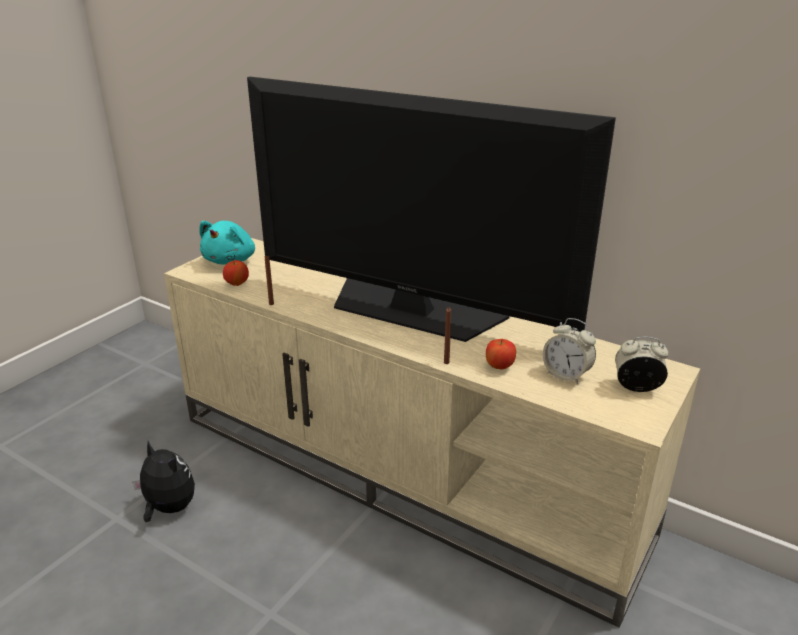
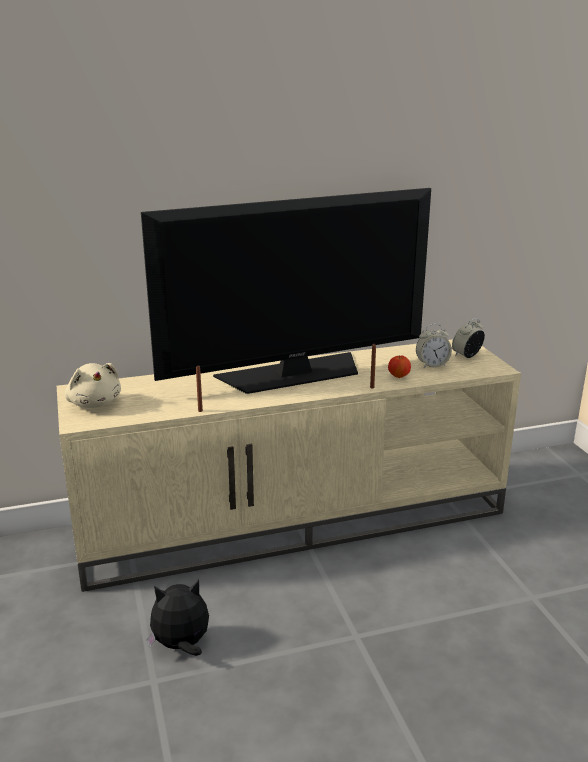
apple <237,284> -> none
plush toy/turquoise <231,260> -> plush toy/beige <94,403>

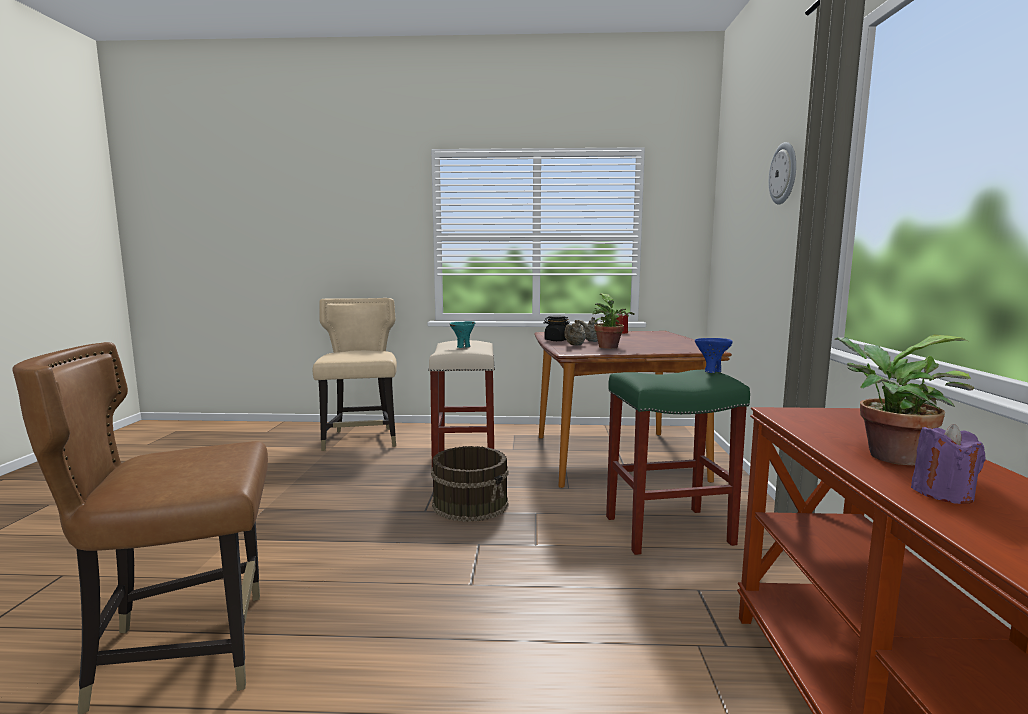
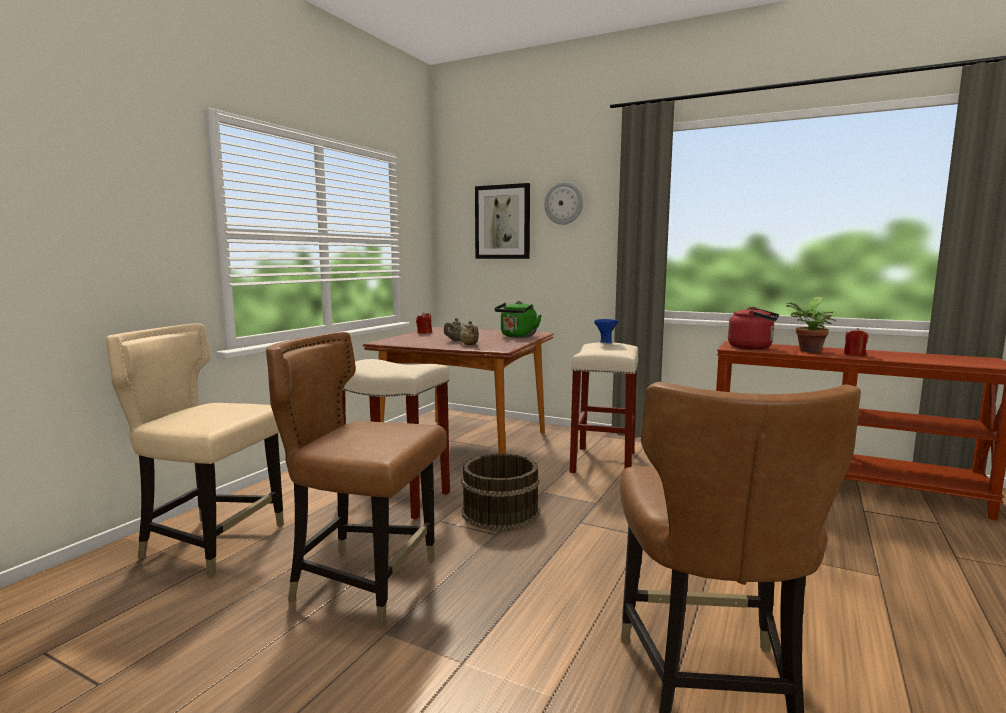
bowl/turquoise <463,347> -> none
jar/black <556,340> -> none
potted plant <609,347> -> none
none -> chair/brown <364,581>
none -> picture <502,222>
none -> kettle/green <517,336>
none -> kettle/red <753,347>
stool/green <667,531> -> stool/beige <604,462>
candle/purple <942,493> -> candle/red <854,355>

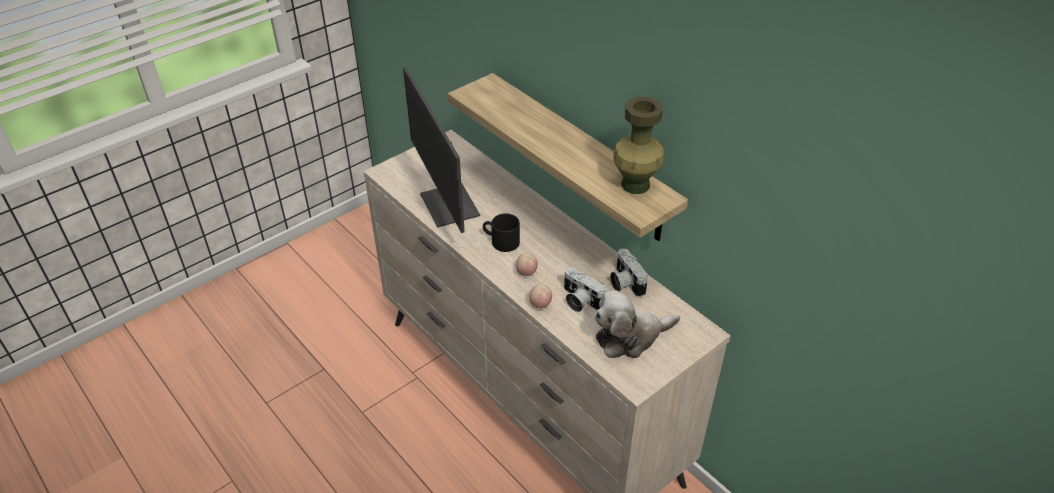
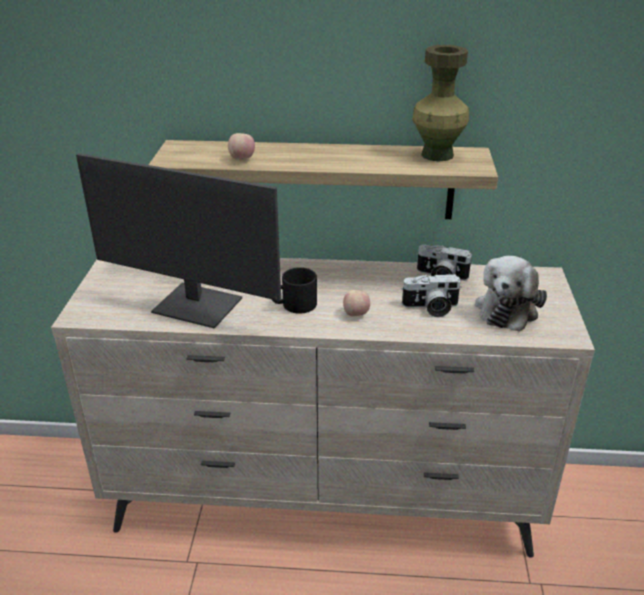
apple <540,304> -> apple <242,160>, shifted

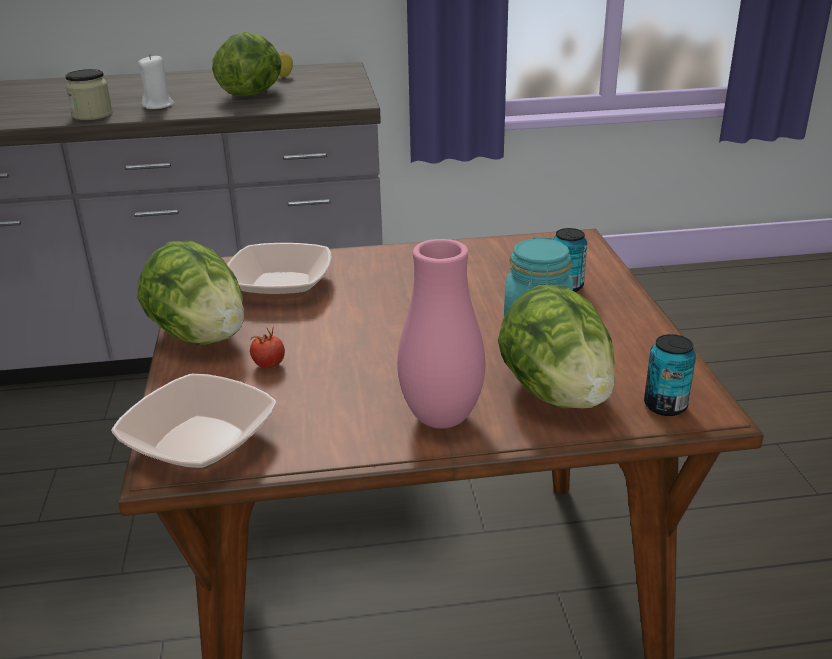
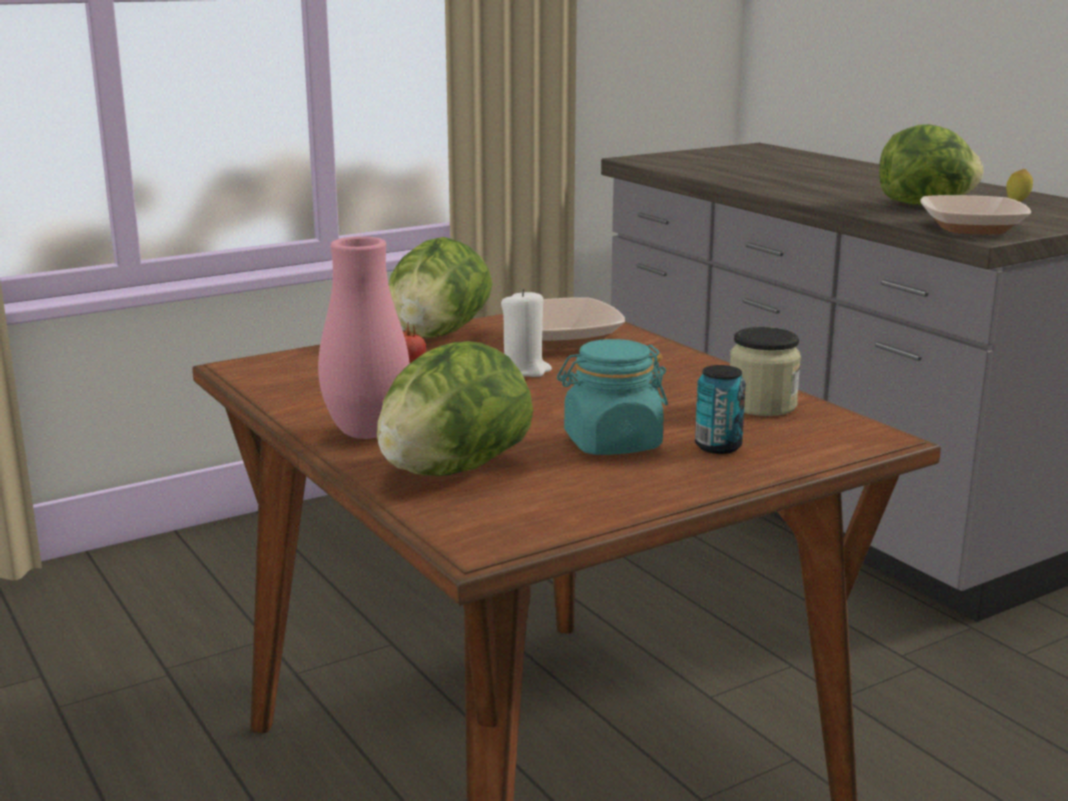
can <665,406> -> none
jar <92,115> -> jar <762,405>, shifted
bowl <200,442> -> bowl <971,228>, shifted
candle/white <158,105> -> candle/white <524,370>, shifted

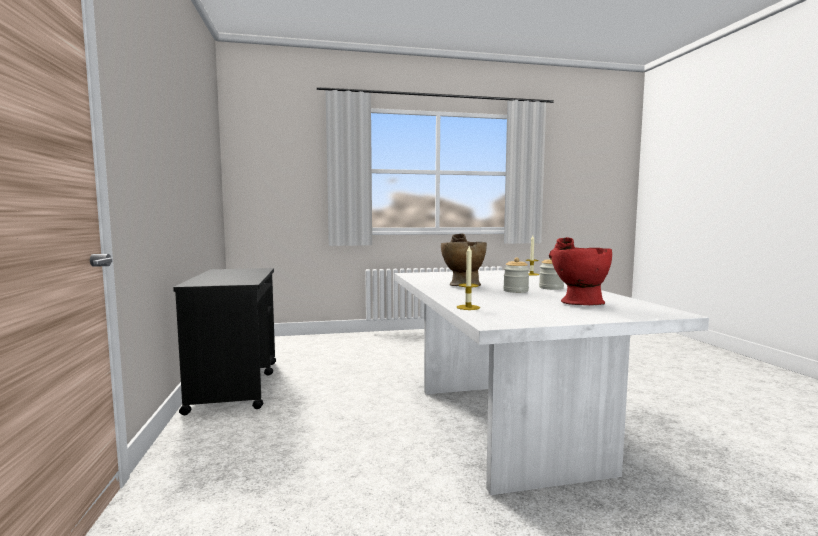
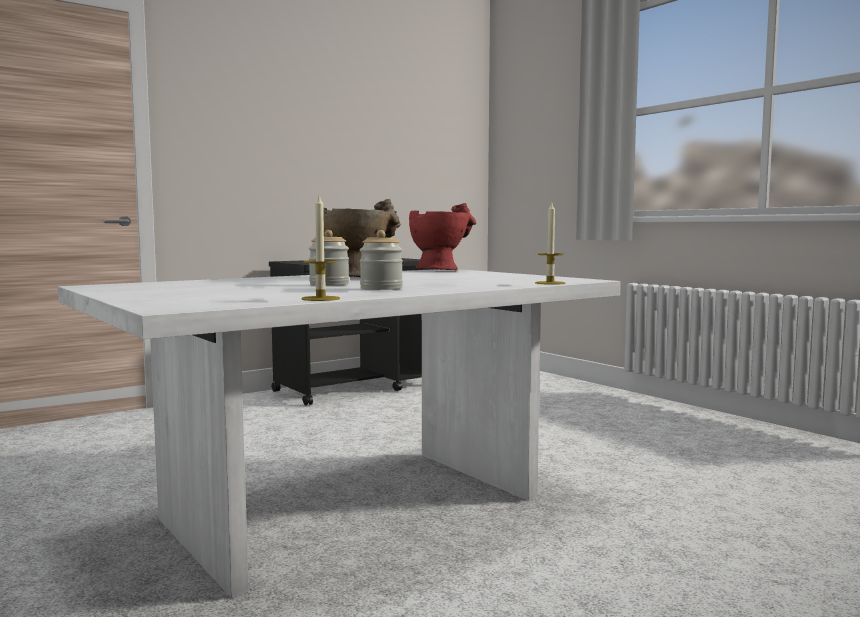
candle <468,307> -> candle <320,299>, shifted
vase/red <575,303> -> vase/red <441,270>, shifted

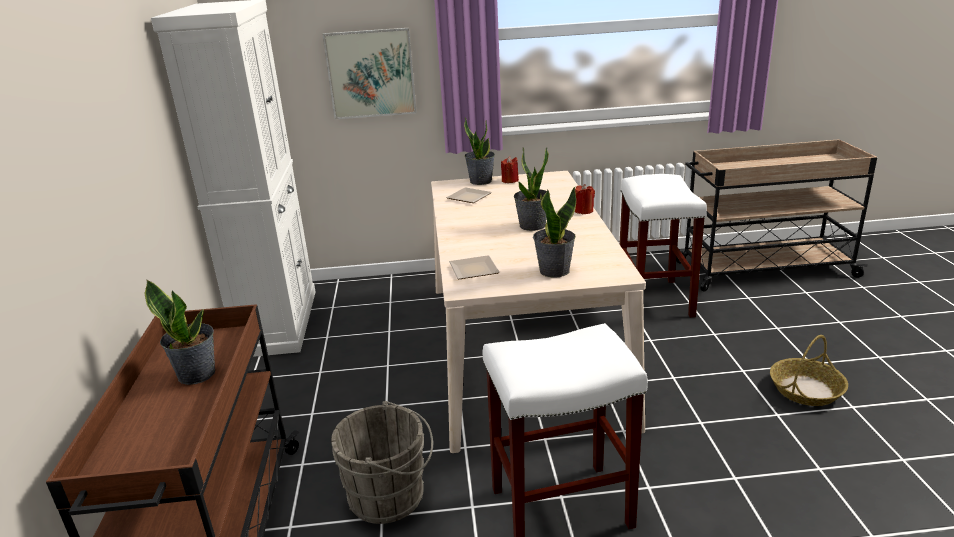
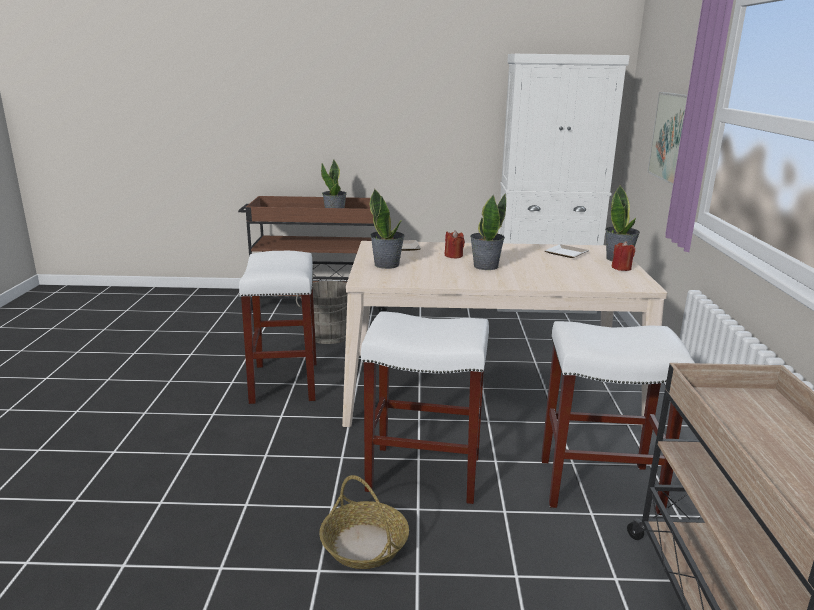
none -> stool/white <422,473>
candle/red <583,211> -> candle/red <453,255>, shifted

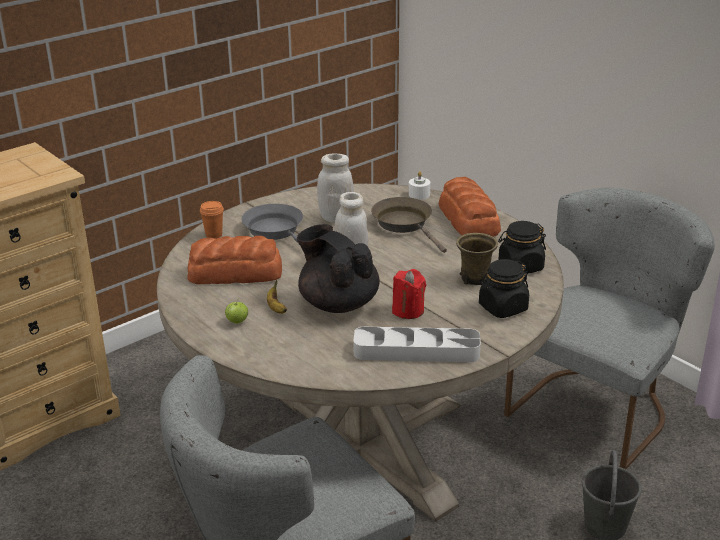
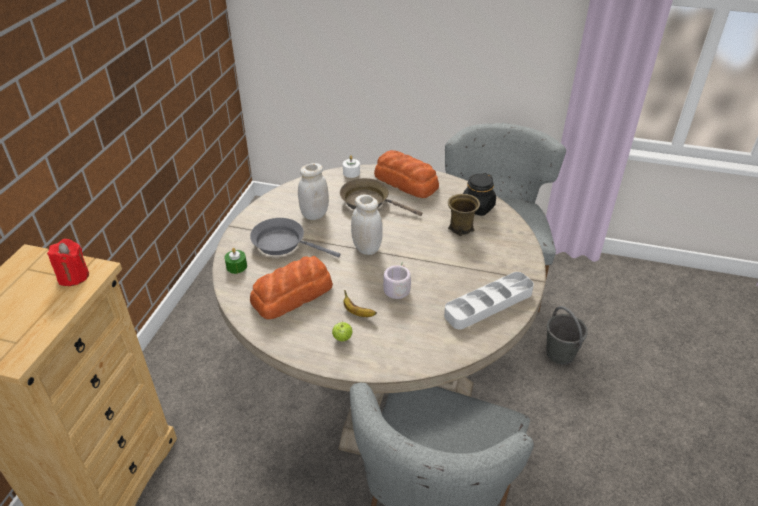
jar/black <502,308> -> none
candle/red <408,310> -> candle/red <73,276>, shifted
cup/orange <214,235> -> candle/green <236,266>
teapot/black <338,303> -> mug/grey <396,288>

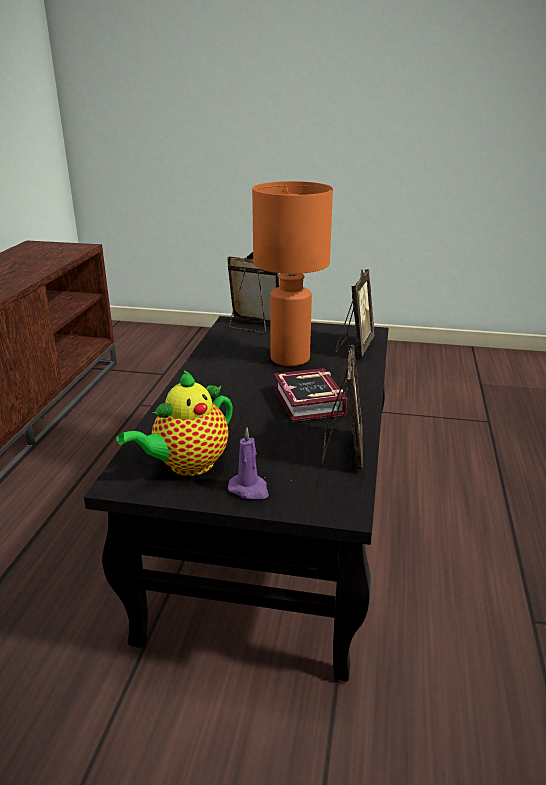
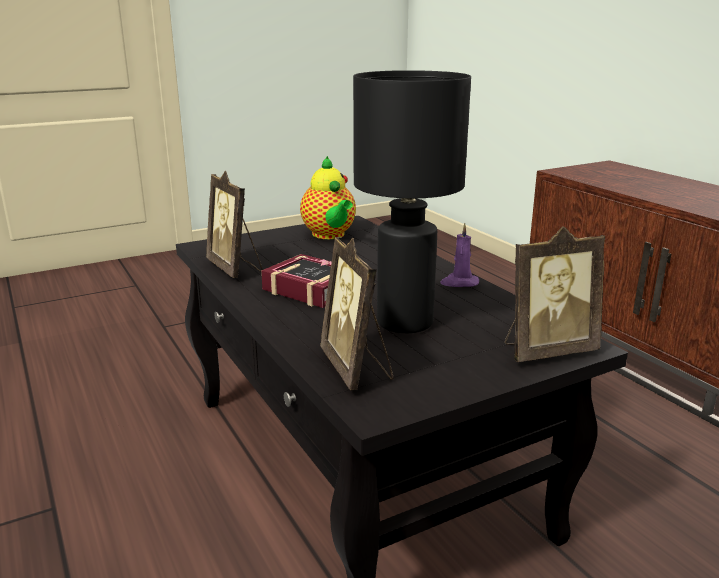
candle/purple <249,489> -> candle/purple <459,283>, shifted
table lamp/orange <289,359> -> table lamp/black <404,321>
teapot <187,465> -> teapot <329,235>, 150 degrees clockwise

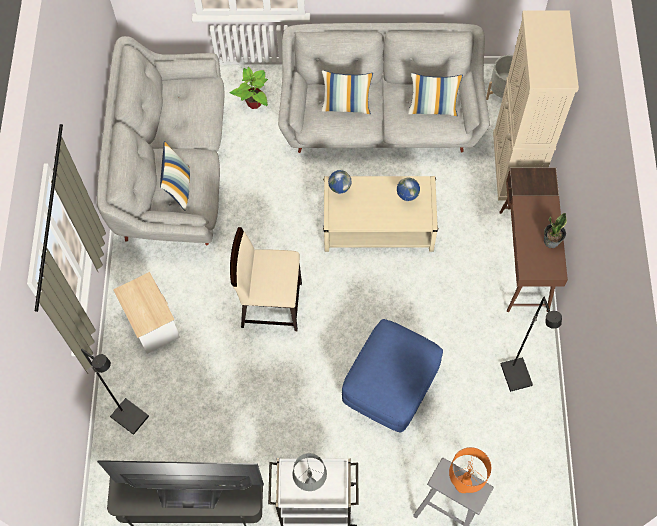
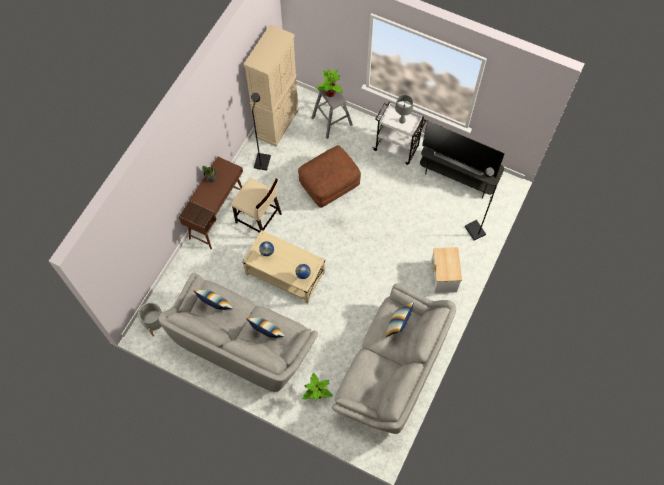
chair/beige <270,304> -> chair/beige <259,219>, shifted
cabinet/beige <515,166> -> cabinet/beige <277,123>, shifted
table lamp/orange <463,484> -> potted plant <330,93>
ottoman/blue <390,386> -> ottoman/brown <329,185>

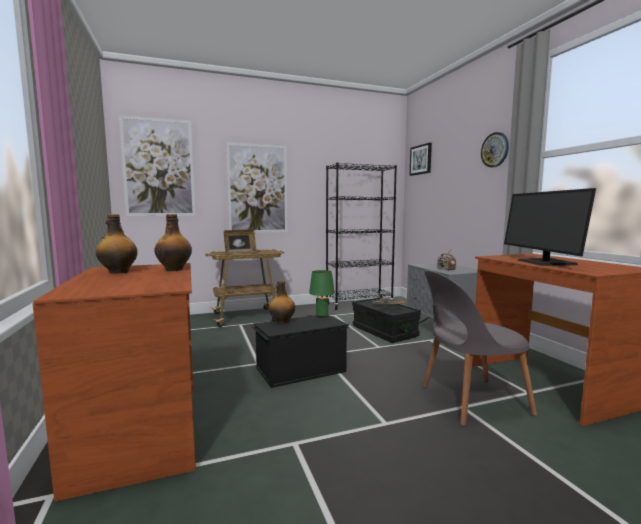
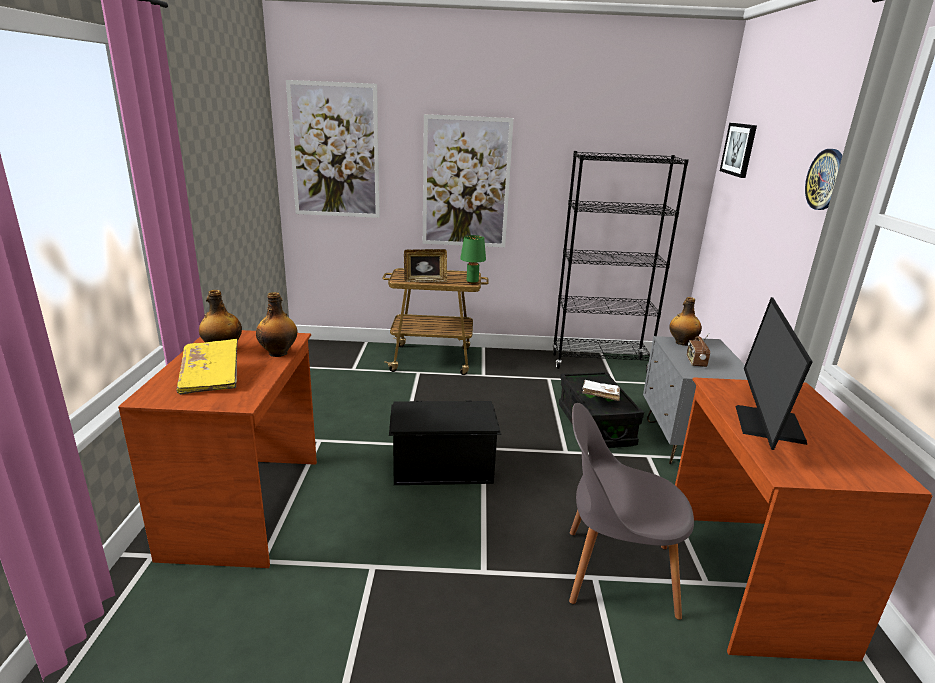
none -> book/yellow <211,377>
bottle <282,322> -> bottle <682,343>, shifted
table lamp/green <322,316> -> table lamp/green <472,282>, shifted

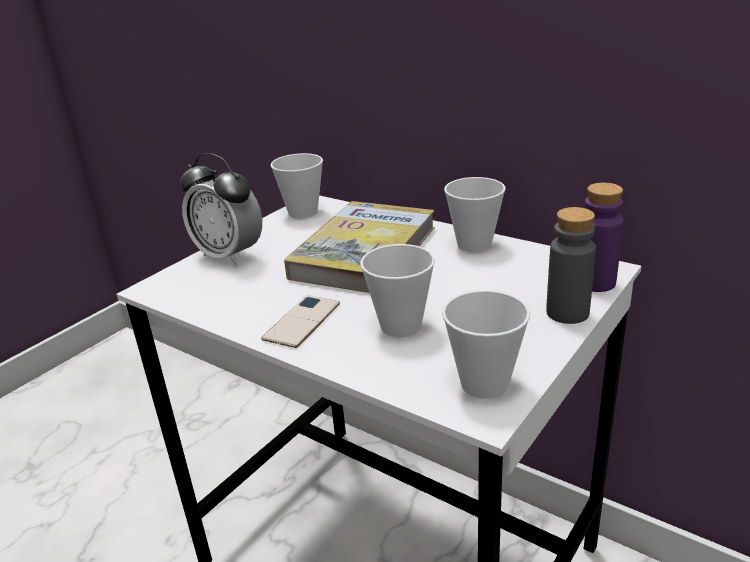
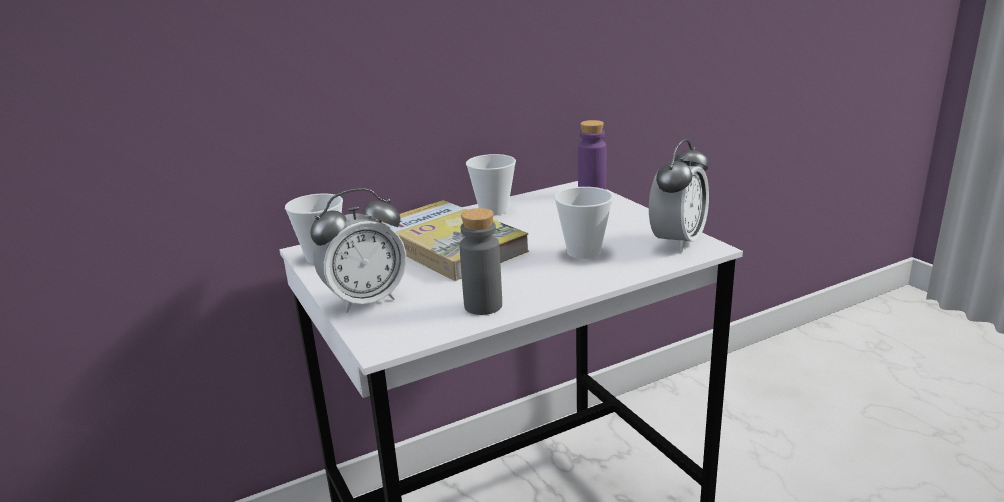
phone <302,321> -> none
bottle/grey <567,313> -> bottle/grey <483,306>, shifted
cup <484,384> -> alarm clock <677,242>

